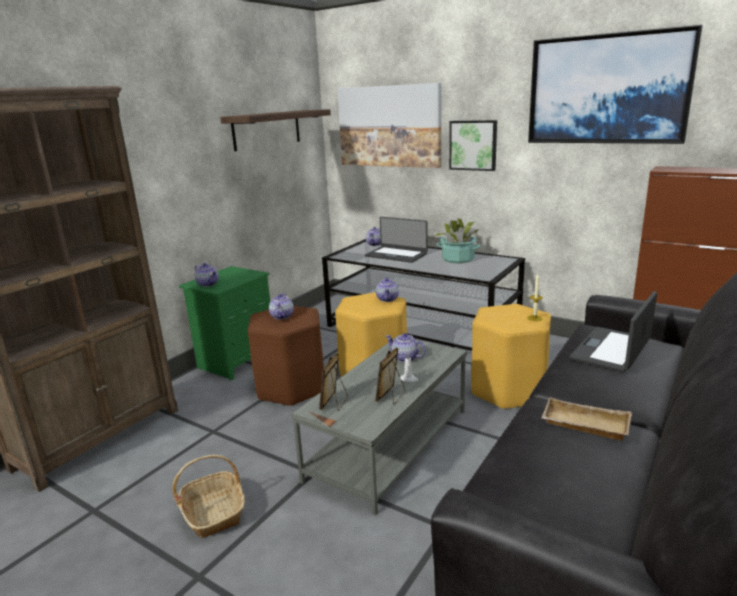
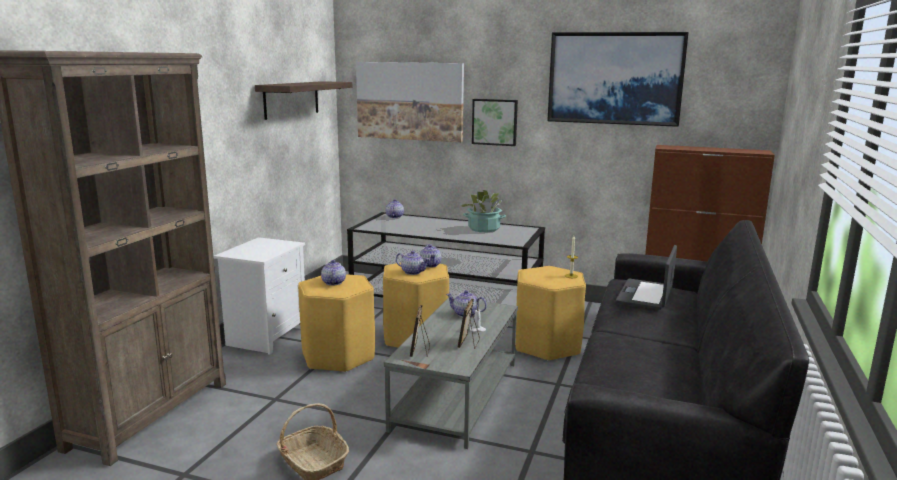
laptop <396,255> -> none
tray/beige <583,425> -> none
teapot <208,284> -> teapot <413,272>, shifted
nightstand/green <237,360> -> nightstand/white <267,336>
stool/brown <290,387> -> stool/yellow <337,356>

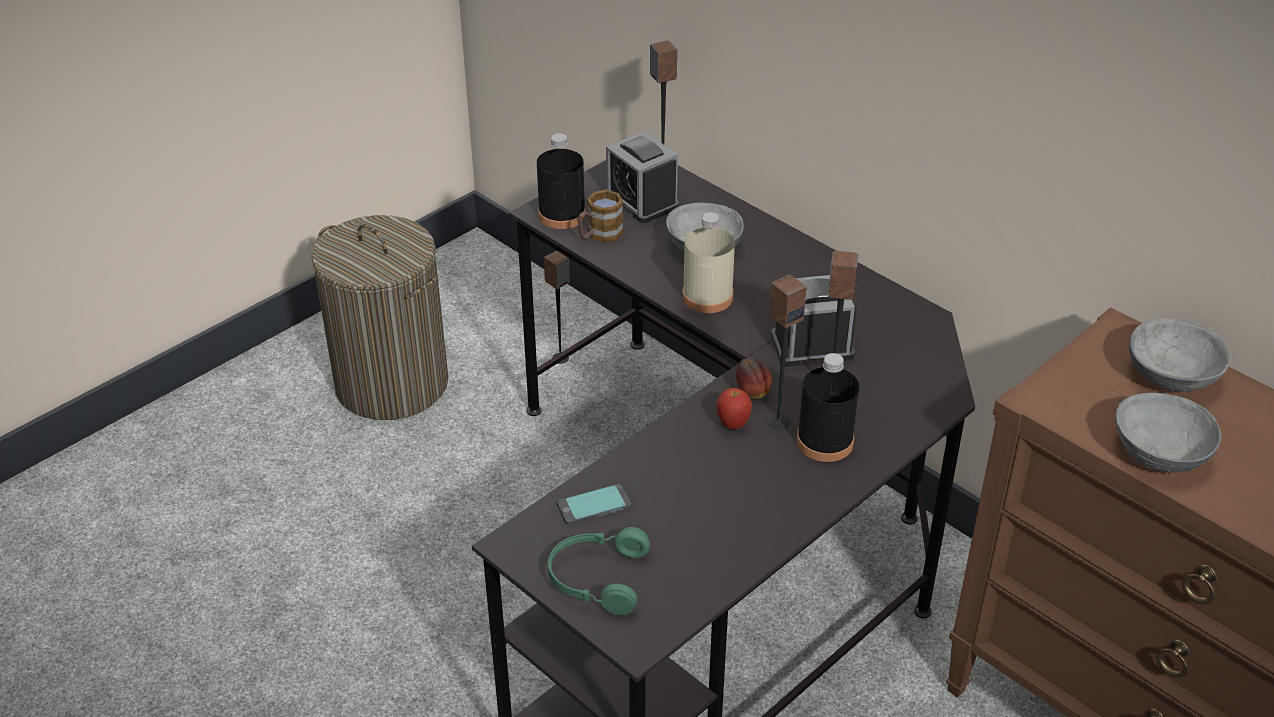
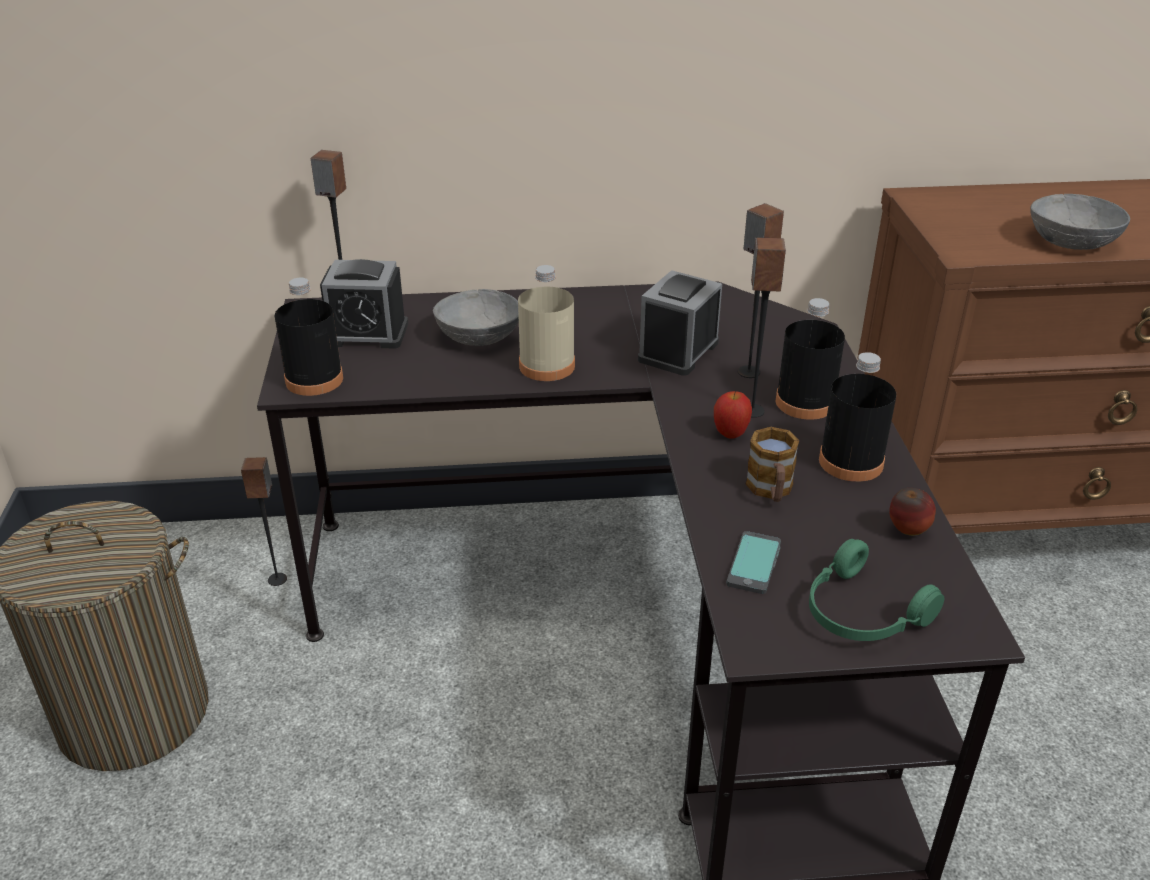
bowl/grey <1170,375> -> none
none -> bottle/black <851,462>
mug <599,235> -> mug <771,490>, shifted
apple <752,394> -> apple <907,531>, shifted

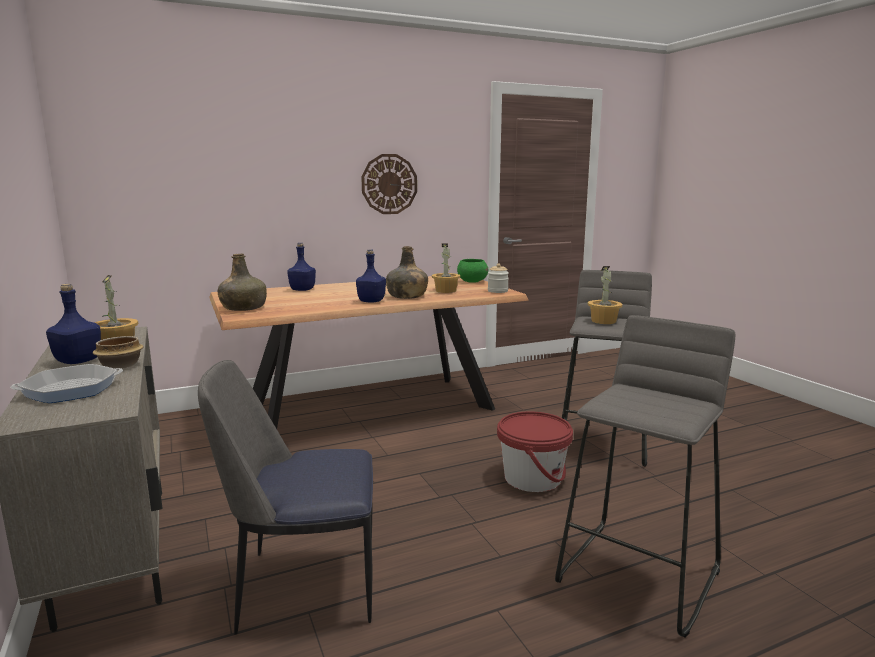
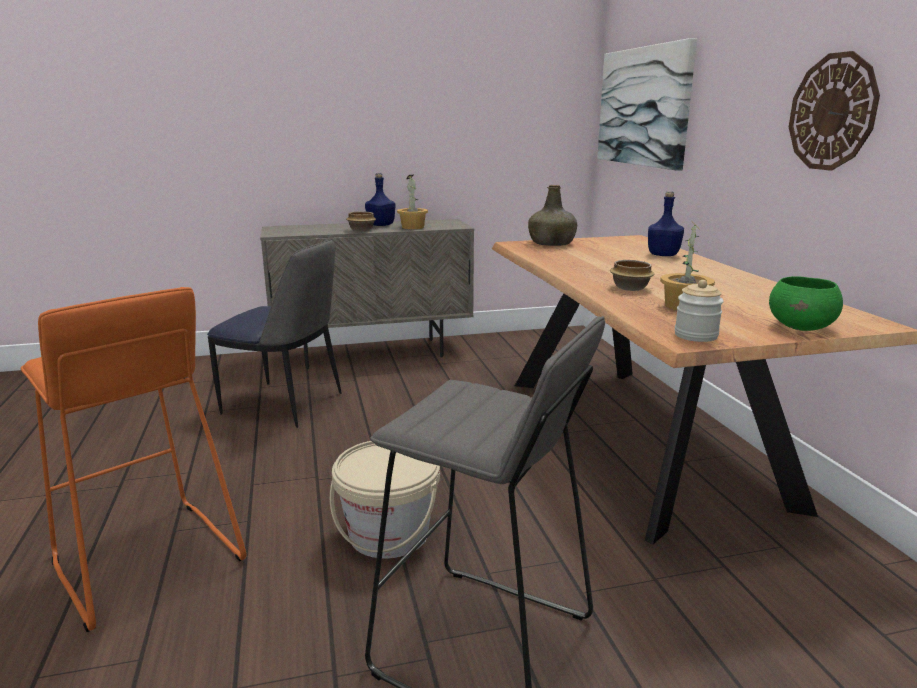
frying pan <71,390> -> none
bottle/blue <371,301> -> none
potted plant <603,321> -> none
none -> picture <643,107>
bottle/green <407,296> -> bowl <629,288>
bucket/red <532,478> -> bucket/beige <388,534>
stool/grey <639,576> -> stool/orange <146,561>
chair <303,587> -> chair <285,404>, 105 degrees clockwise

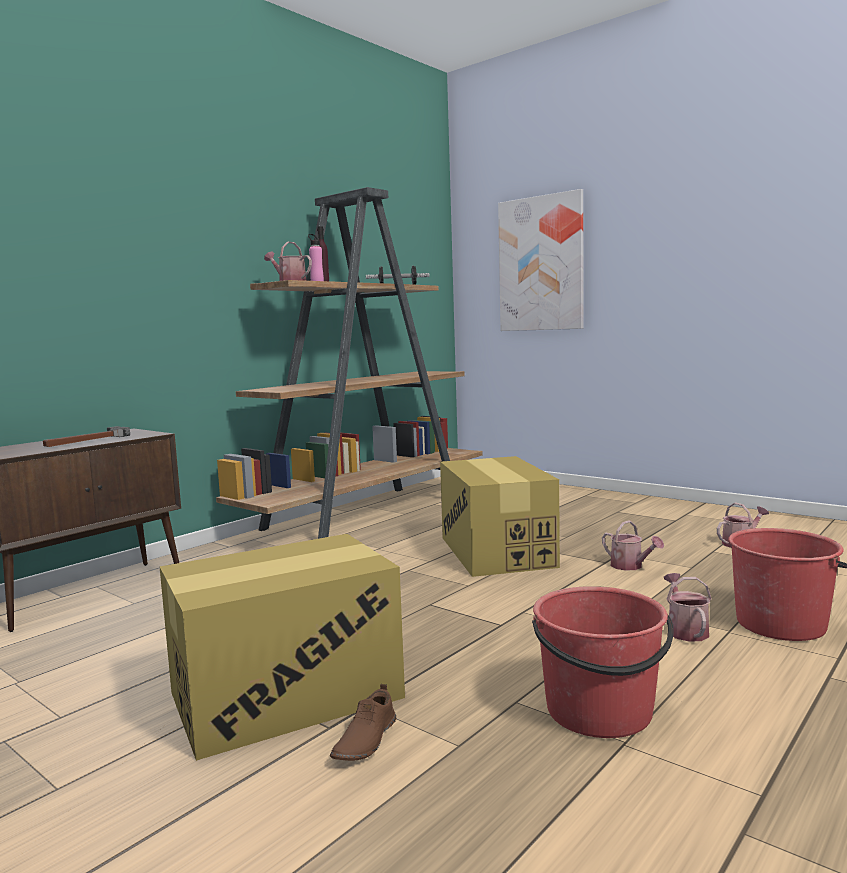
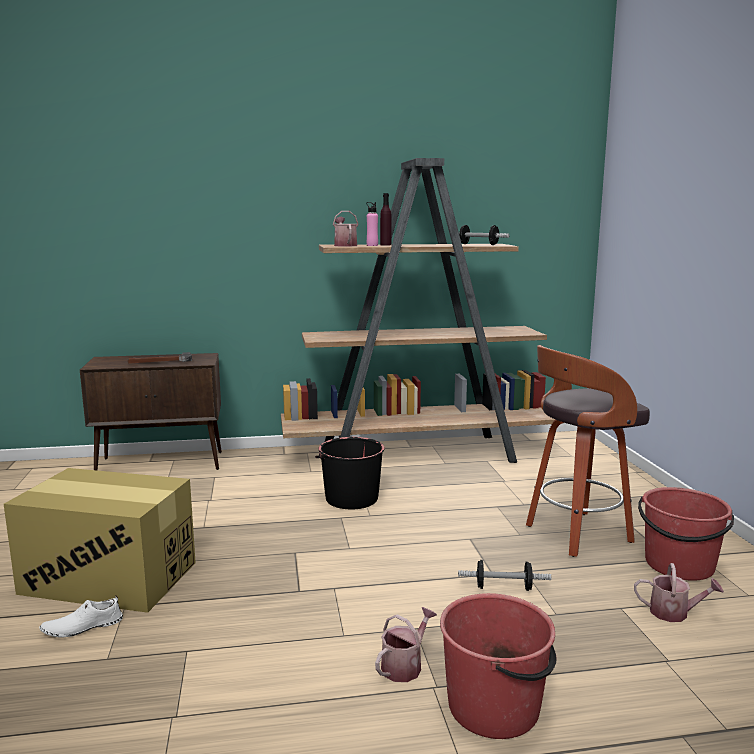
cardboard box <496,551> -> none
picture <541,264> -> none
none -> bucket/black <351,498>
none -> stool <576,534>
bucket/red <600,712> -> bucket/red <679,565>, shifted
watering can <630,566> -> dumbbell <503,587>
shoe/brown <364,740> -> shoe/white <82,627>

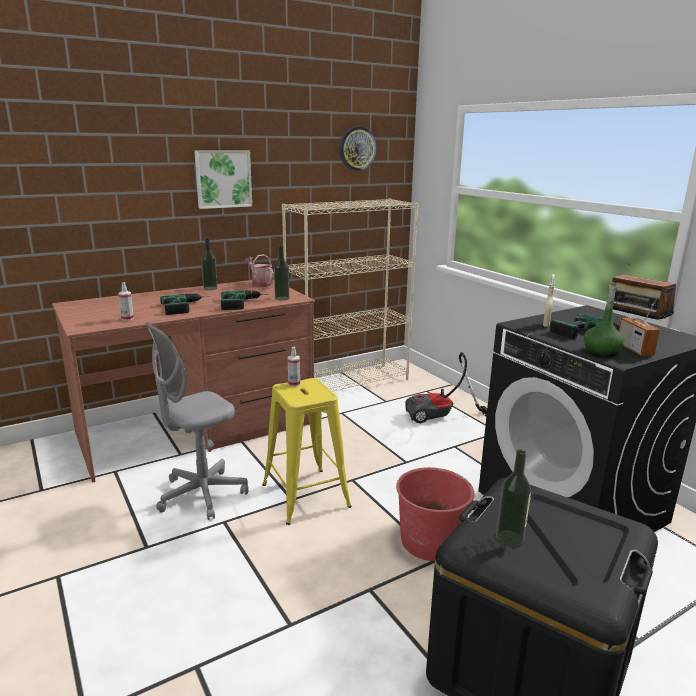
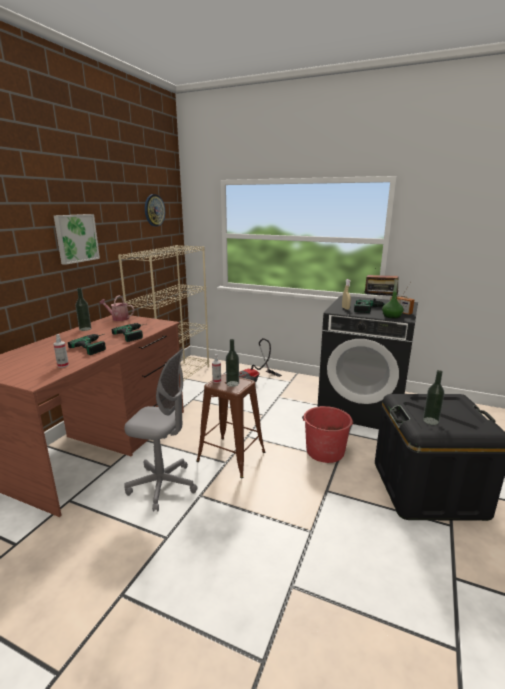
bottle <282,298> -> bottle <232,383>, shifted
stool/yellow <305,495> -> stool/brown <231,456>
office chair/grey <202,494> -> office chair/grey <163,486>, 90 degrees counterclockwise

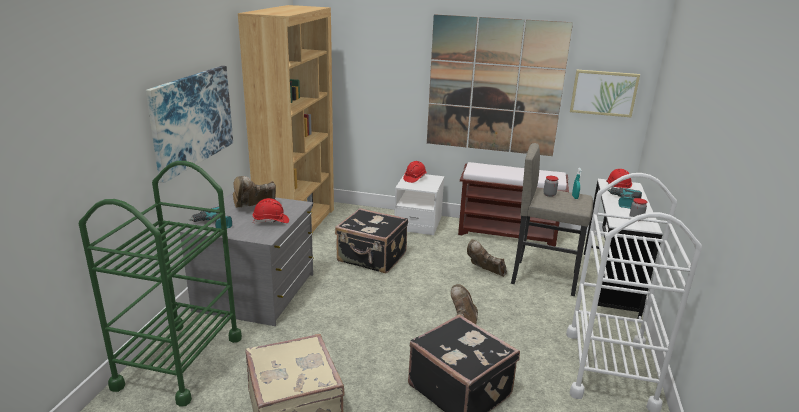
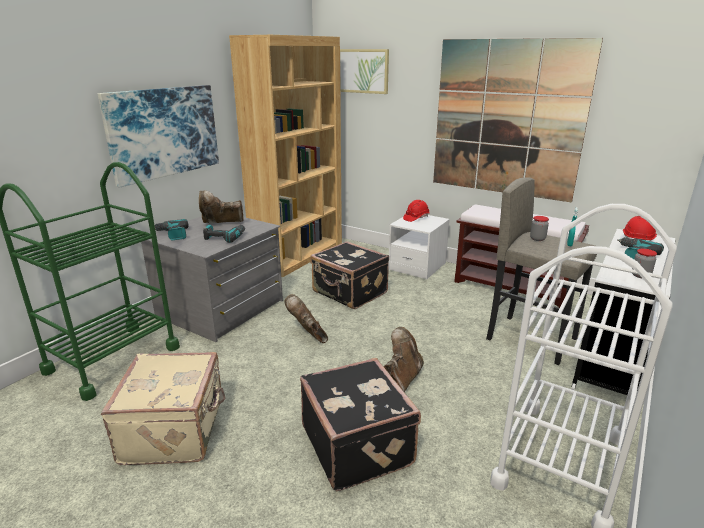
boot/brown <485,272> -> boot/brown <308,334>, shifted
picture <603,93> -> picture <363,71>, shifted
hard hat/red <271,221> -> power drill <225,237>

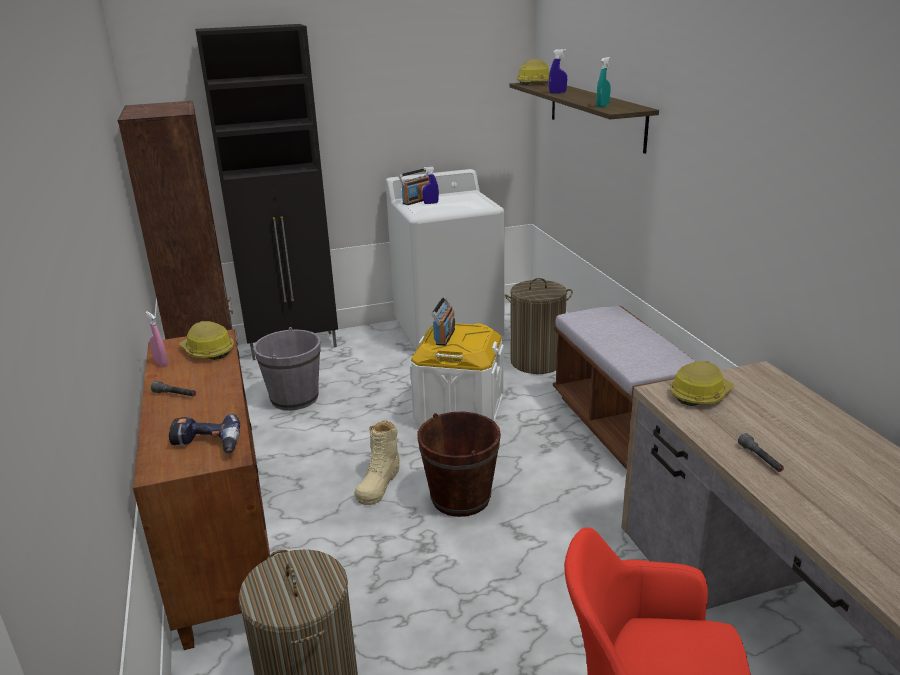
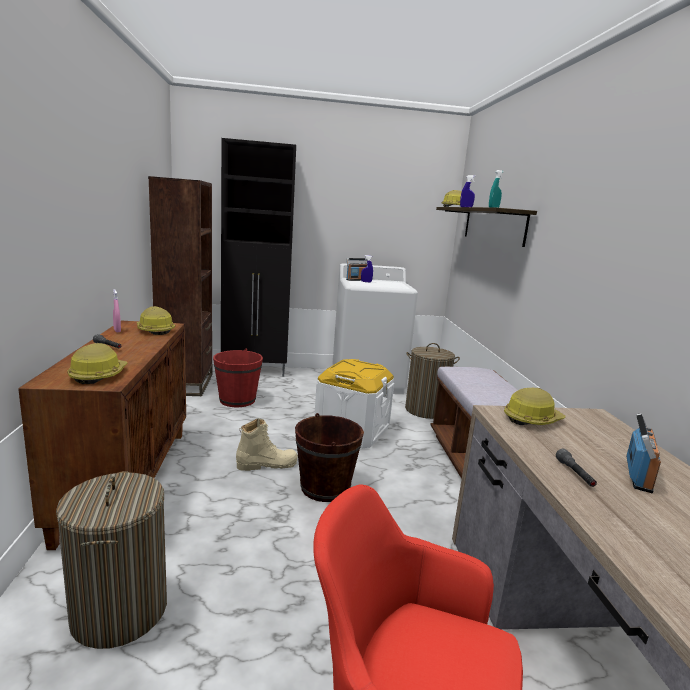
radio <444,337> -> radio <638,476>, shifted
power drill <206,446> -> hard hat <98,375>
bucket/grey <294,398> -> bucket/red <237,400>
boot/beige <379,483> -> boot/beige <267,464>, 135 degrees counterclockwise

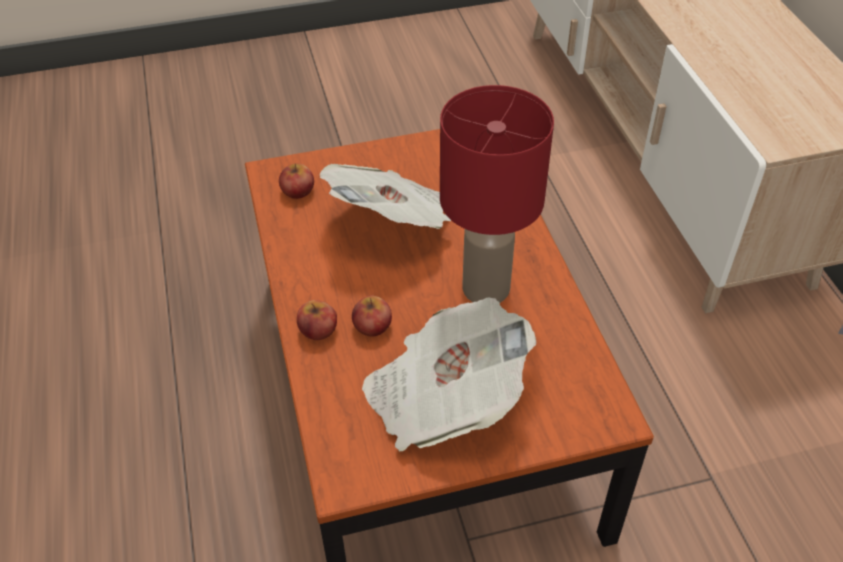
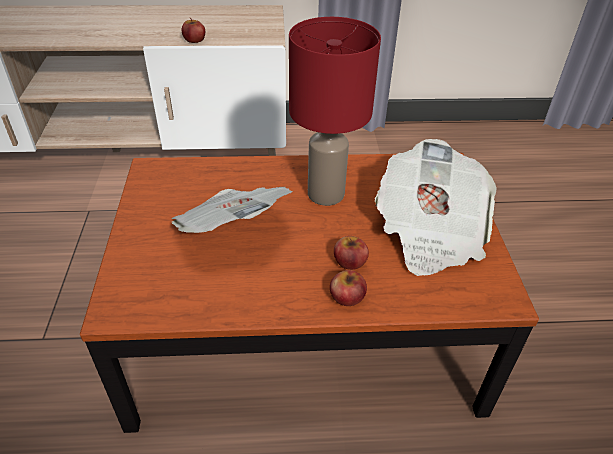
apple <297,190> -> apple <194,39>, shifted

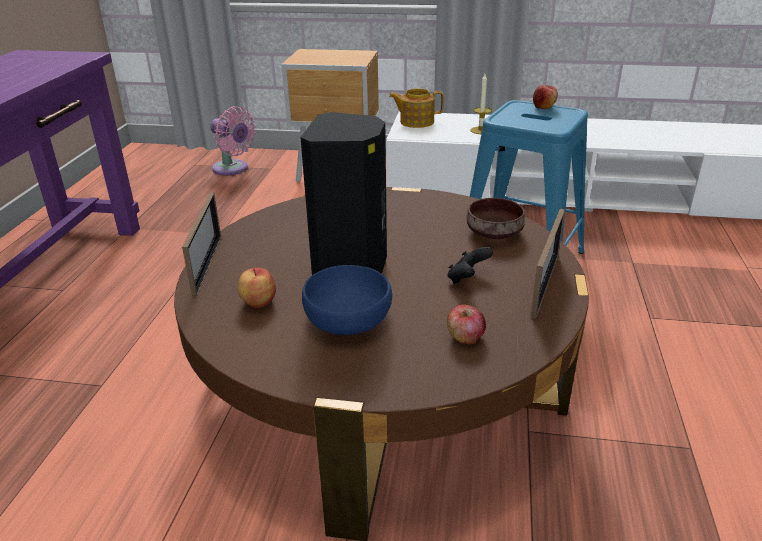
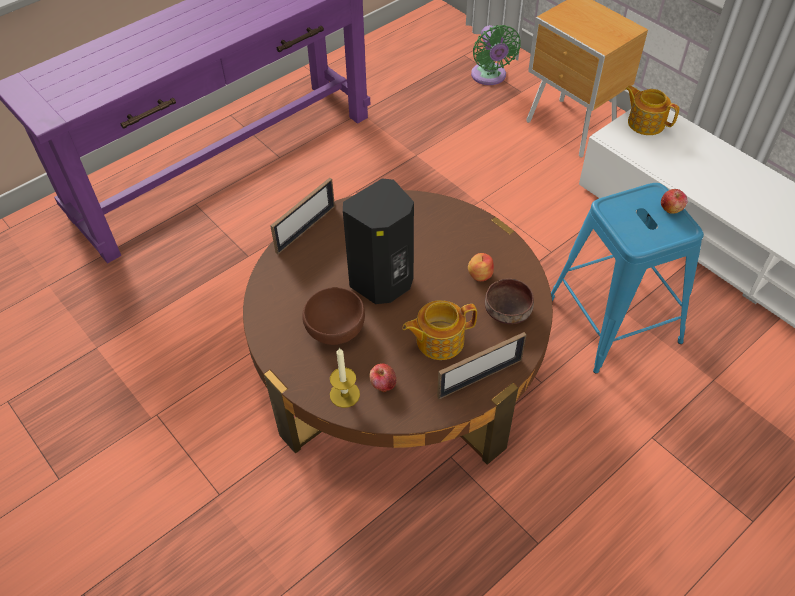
apple <257,302> -> apple <479,275>, shifted
candle <481,130> -> candle <344,394>, shifted
game controller/black <467,279> -> teapot <438,340>
fan/pink <233,169> -> fan/green <489,77>
bowl/blue <347,320> -> bowl/brown <335,327>

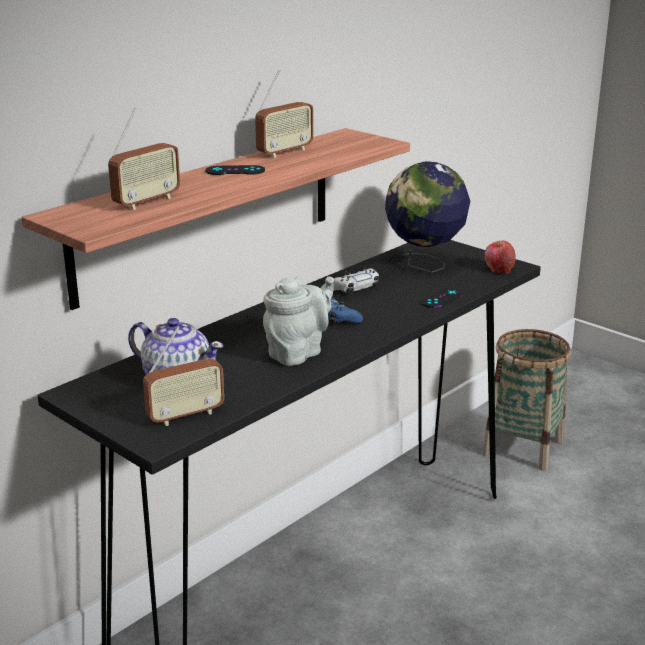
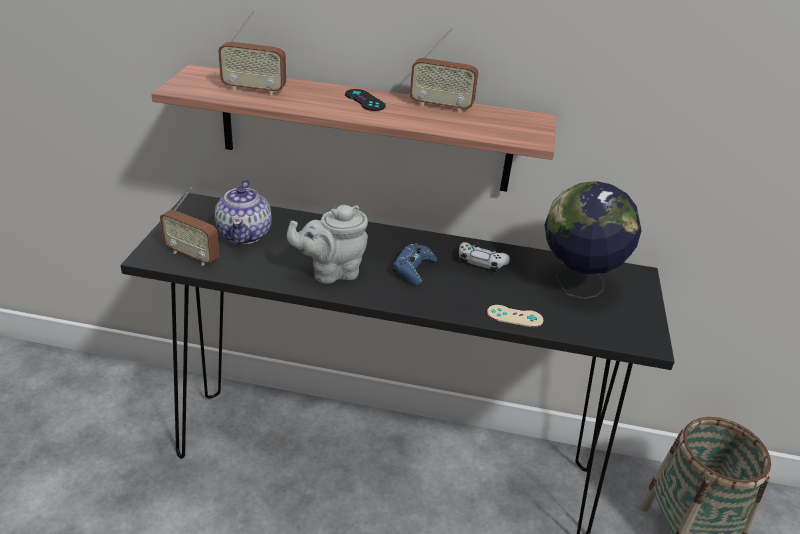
apple <499,269> -> none
game controller/black <442,298> -> game controller/beige <515,316>
teapot/grey <298,352> -> teapot/grey <331,272>, 150 degrees clockwise

